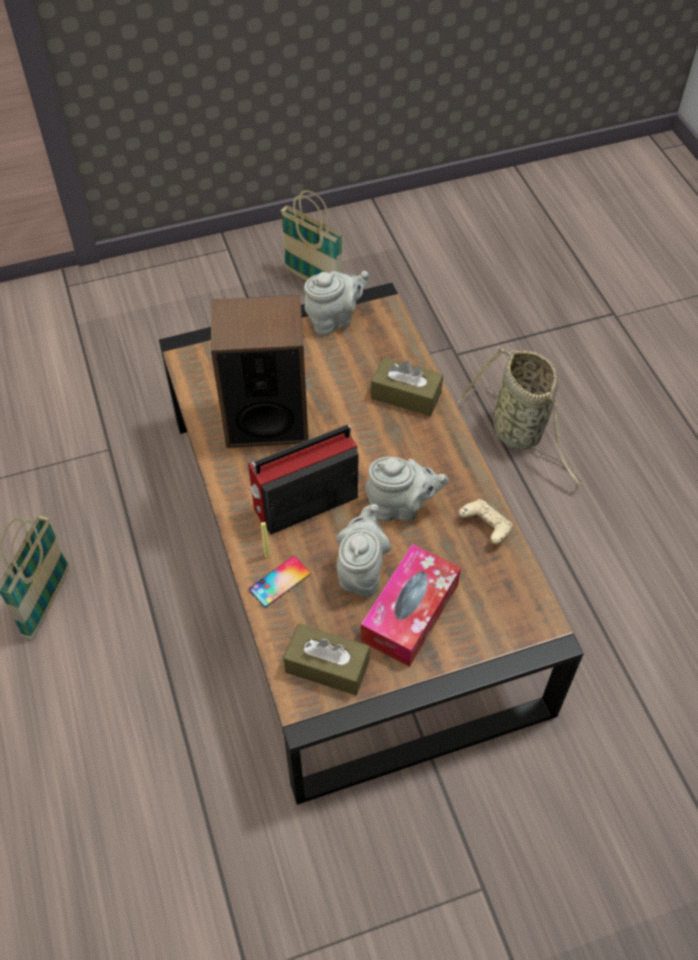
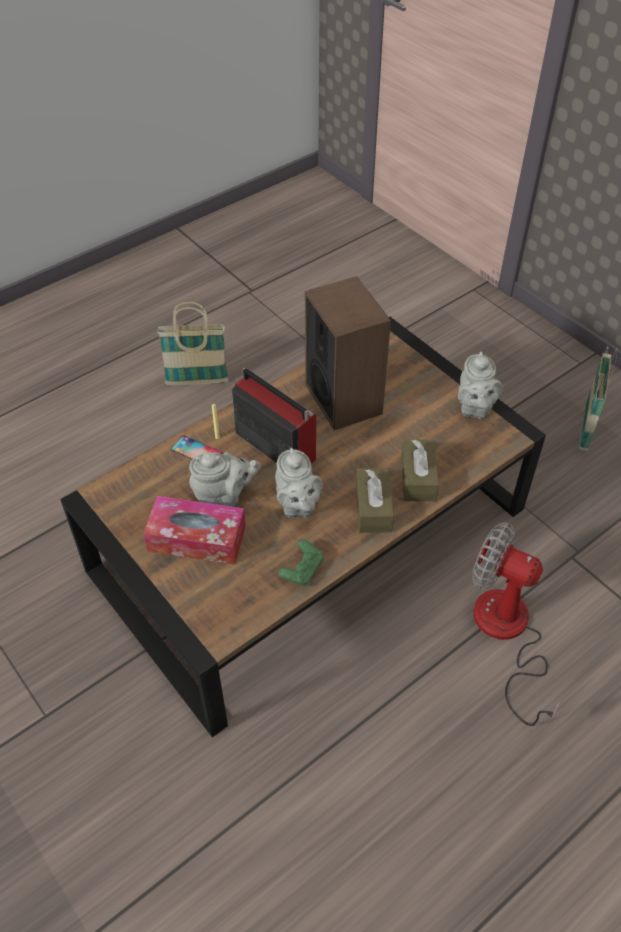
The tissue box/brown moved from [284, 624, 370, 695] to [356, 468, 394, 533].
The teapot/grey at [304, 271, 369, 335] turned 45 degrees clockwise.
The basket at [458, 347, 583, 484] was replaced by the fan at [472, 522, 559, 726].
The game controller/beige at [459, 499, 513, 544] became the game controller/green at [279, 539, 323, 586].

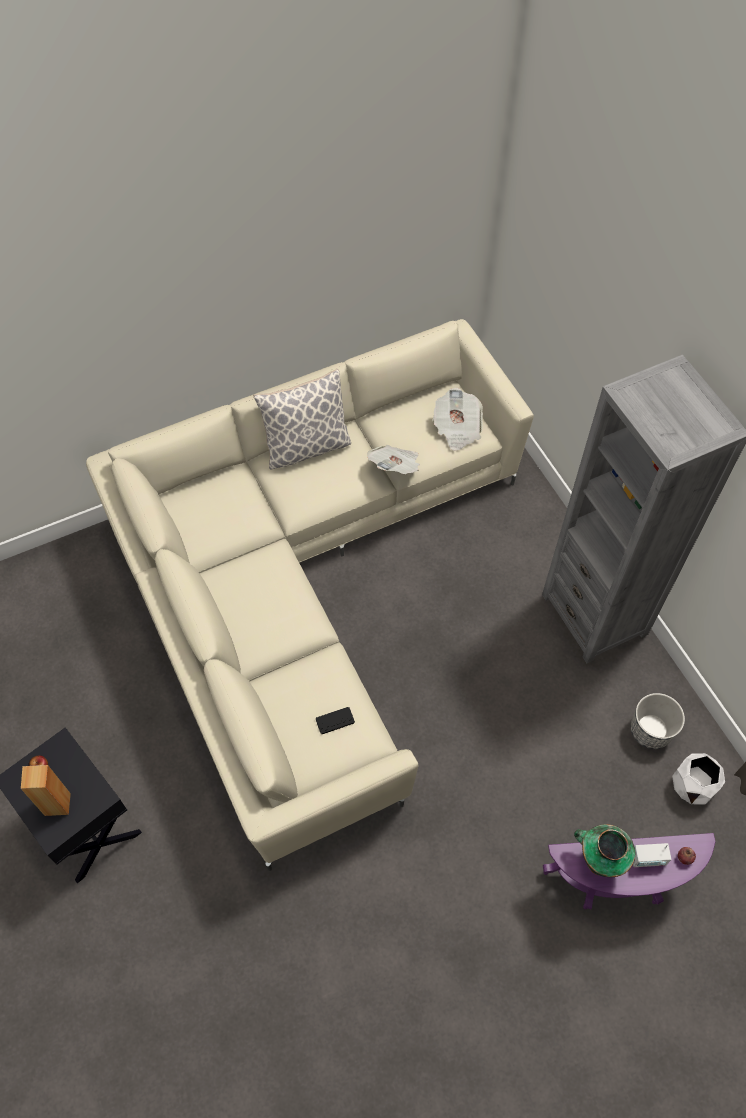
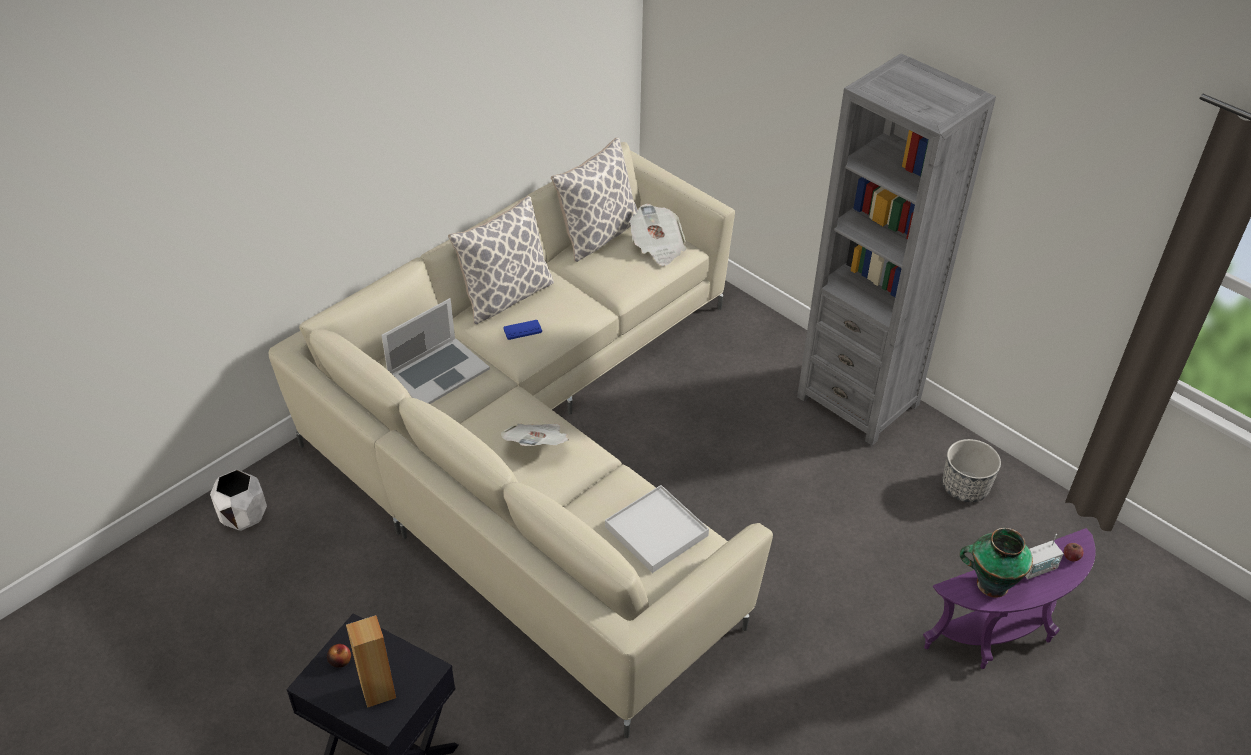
The game controller/black at [316, 707, 355, 734] was replaced by the tray/white at [605, 485, 709, 573].
The newspaper moved from [367, 445, 420, 474] to [501, 423, 569, 446].
The planter/white moved from [672, 753, 725, 805] to [210, 469, 267, 531].
The laptop at [381, 298, 490, 404] appeared.
The game controller/blue at [503, 320, 542, 340] appeared.
The pillow at [551, 138, 638, 262] appeared.

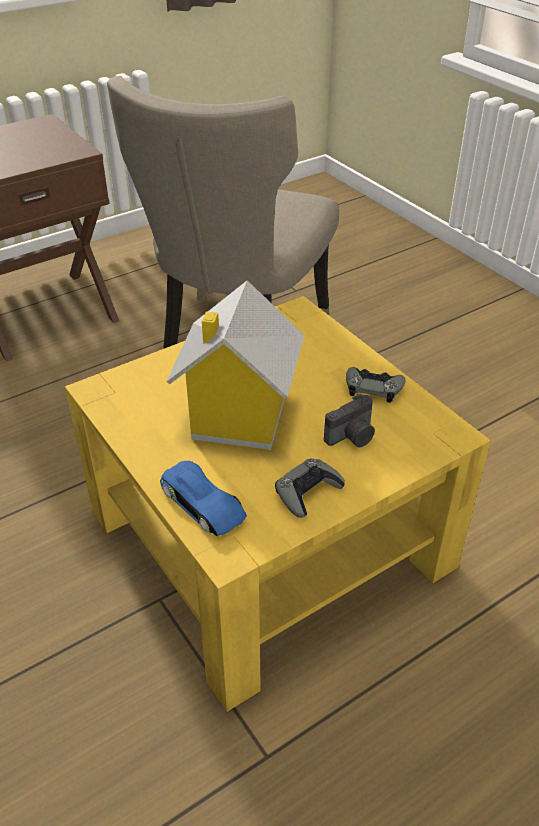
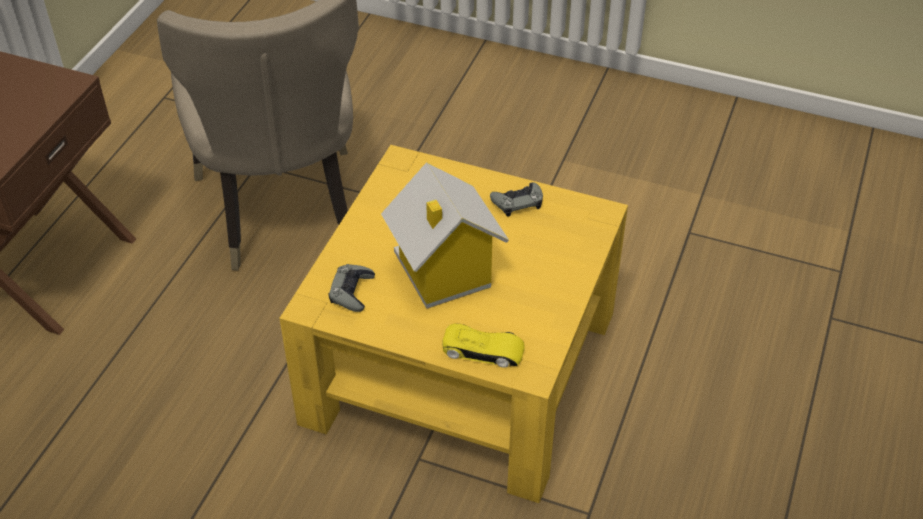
The toy car/blue at [160, 461, 247, 536] became the toy car/yellow at [442, 323, 525, 368].
The game controller/grey moved from [275, 458, 345, 518] to [328, 264, 375, 312].
The photo camera at [324, 394, 375, 447] disappeared.

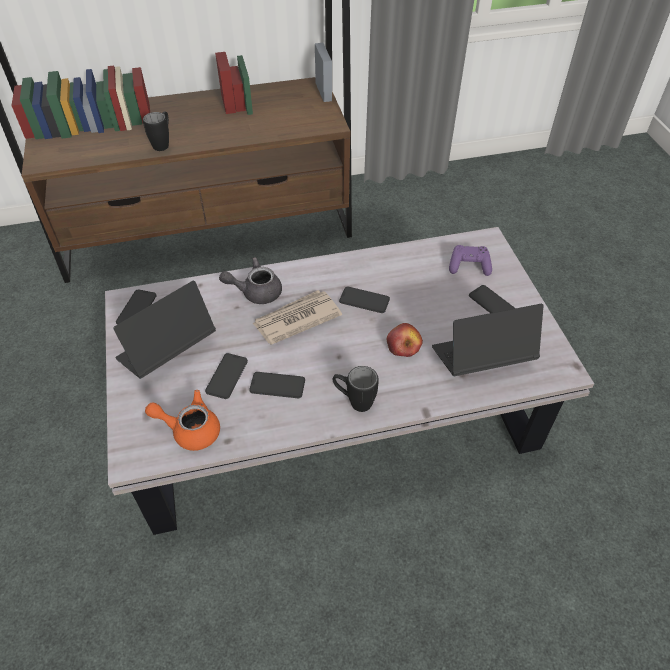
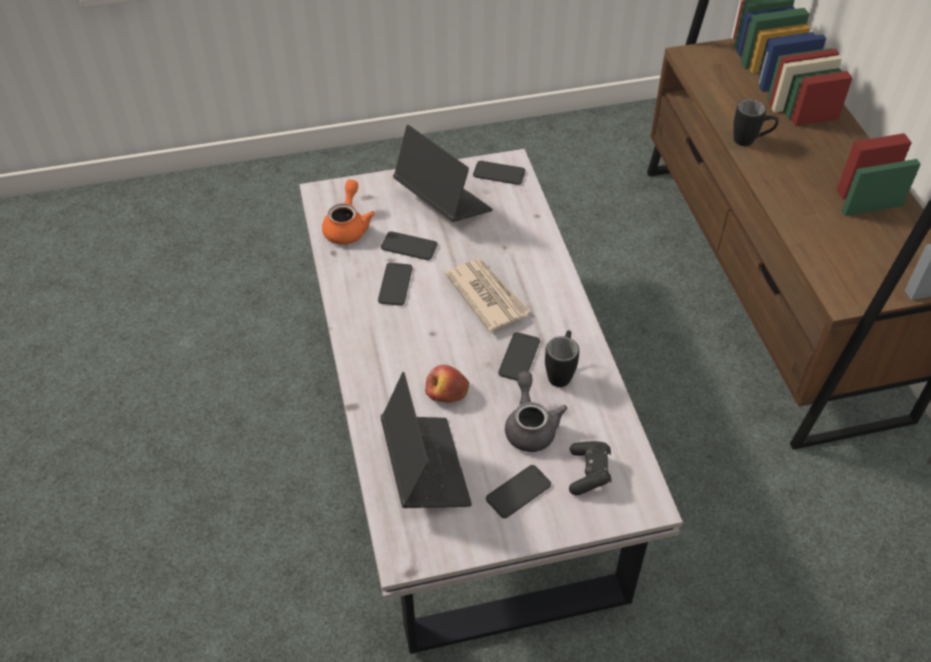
The teapot/grey moved from [219, 257, 282, 304] to [505, 371, 567, 452].
The mug/black moved from [333, 366, 379, 412] to [545, 330, 579, 387].
The game controller/purple at [449, 245, 492, 276] became the game controller/black at [569, 441, 611, 495].

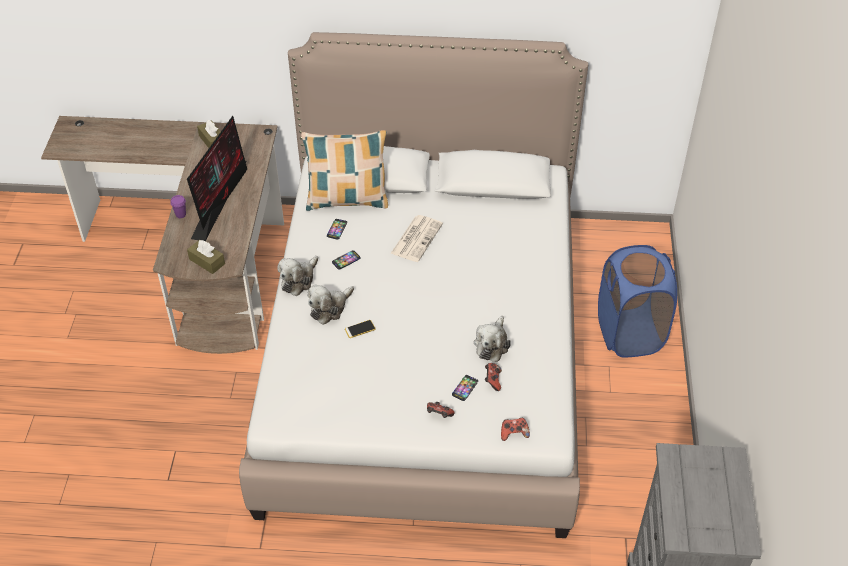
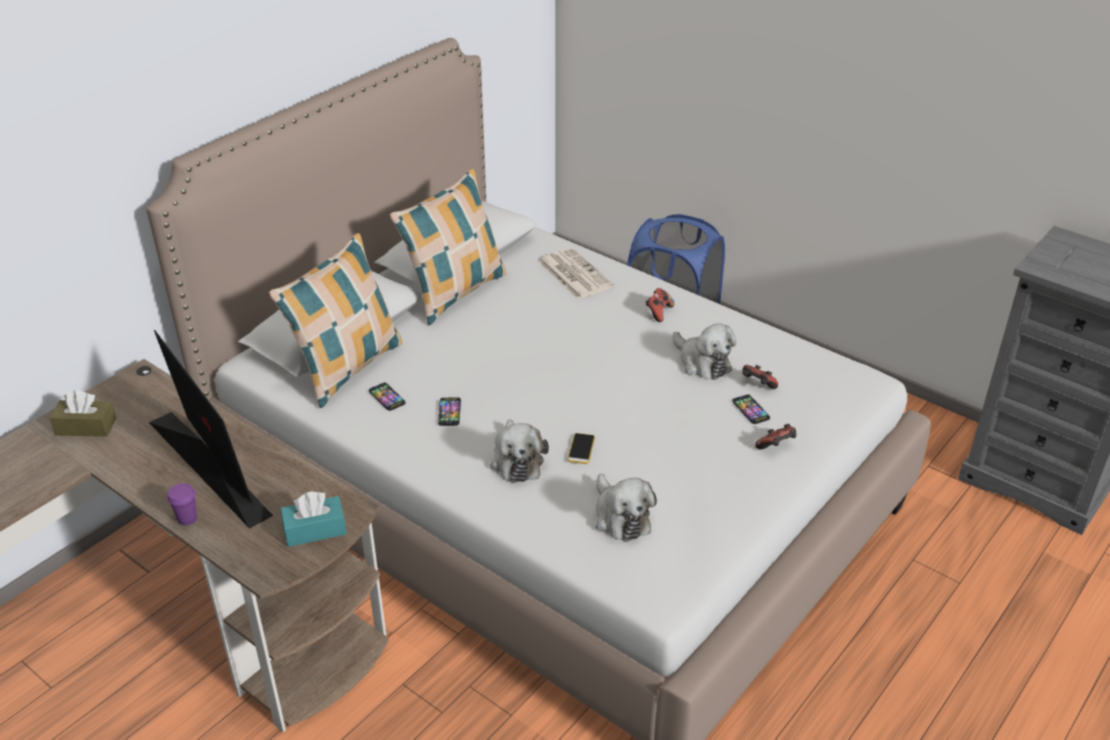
The tissue box/brown at [187, 240, 225, 274] became the tissue box/turquoise at [281, 491, 346, 547].
The plush toy moved from [277, 256, 318, 296] to [596, 474, 657, 542].
The newspaper moved from [390, 215, 443, 262] to [538, 248, 613, 300].
The game controller moved from [501, 418, 530, 441] to [646, 288, 675, 322].
The pillow at [390, 169, 506, 325] appeared.

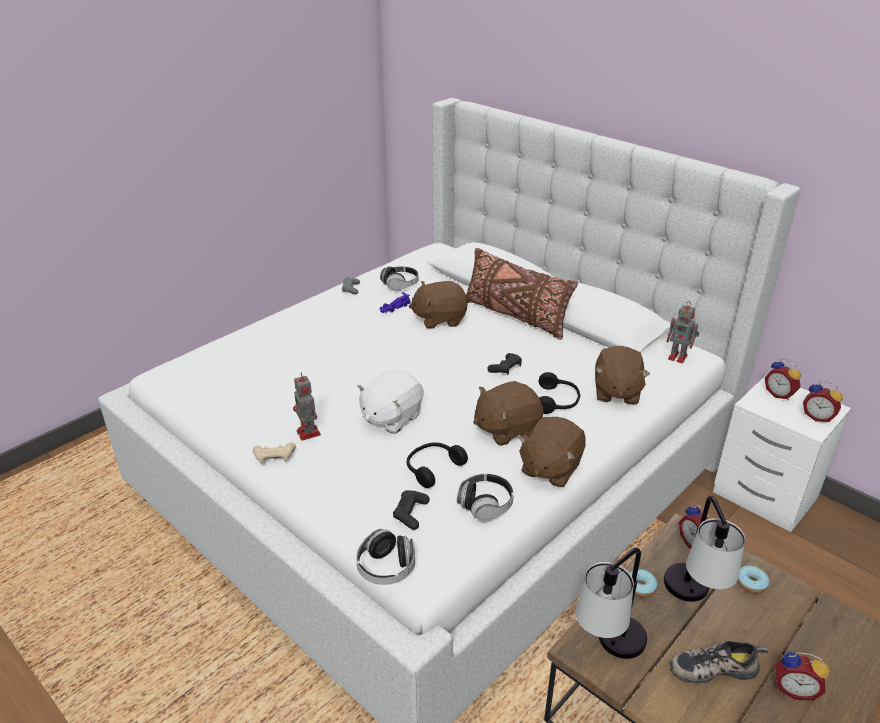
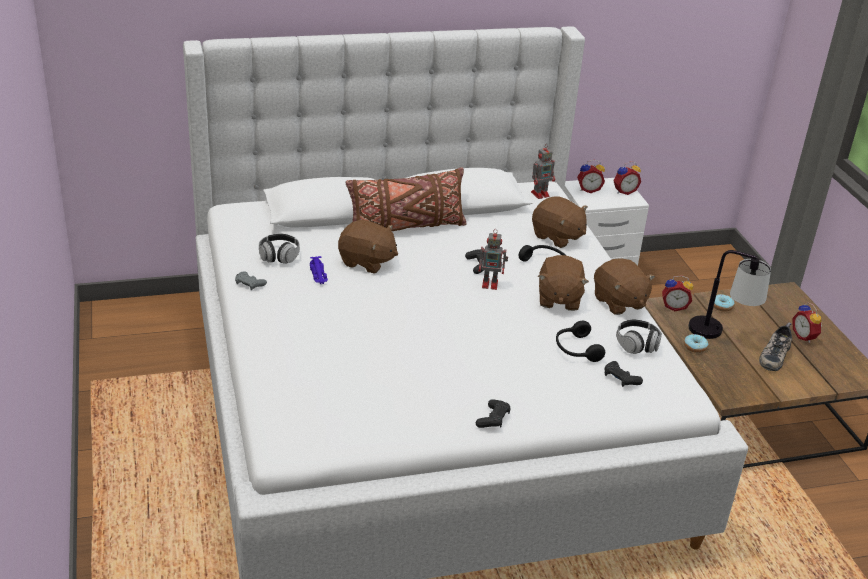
The game controller/beige at [253, 442, 296, 464] became the game controller/black at [476, 399, 511, 428].
The toy robot moved from [293, 372, 321, 441] to [479, 229, 508, 290].
The headphones at [356, 529, 415, 585] disappeared.
The plush toy/white at [357, 370, 424, 434] disappeared.
The plush toy/brown at [409, 281, 468, 329] turned 90 degrees counterclockwise.
The table lamp at [575, 548, 647, 659] disappeared.
The alarm clock at [776, 652, 830, 701] turned 105 degrees clockwise.

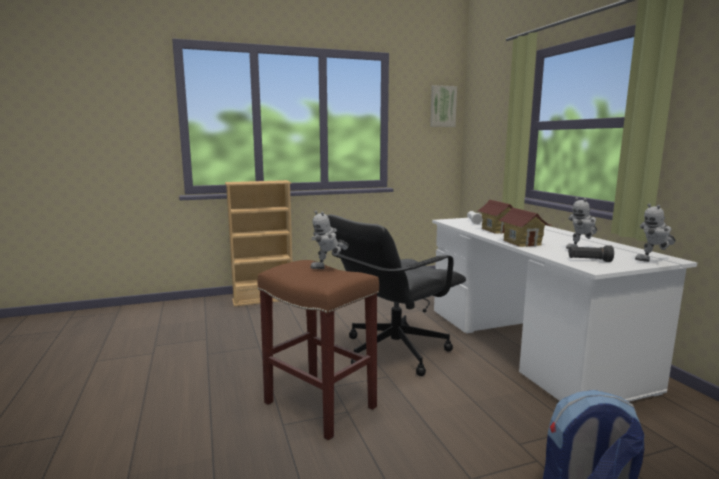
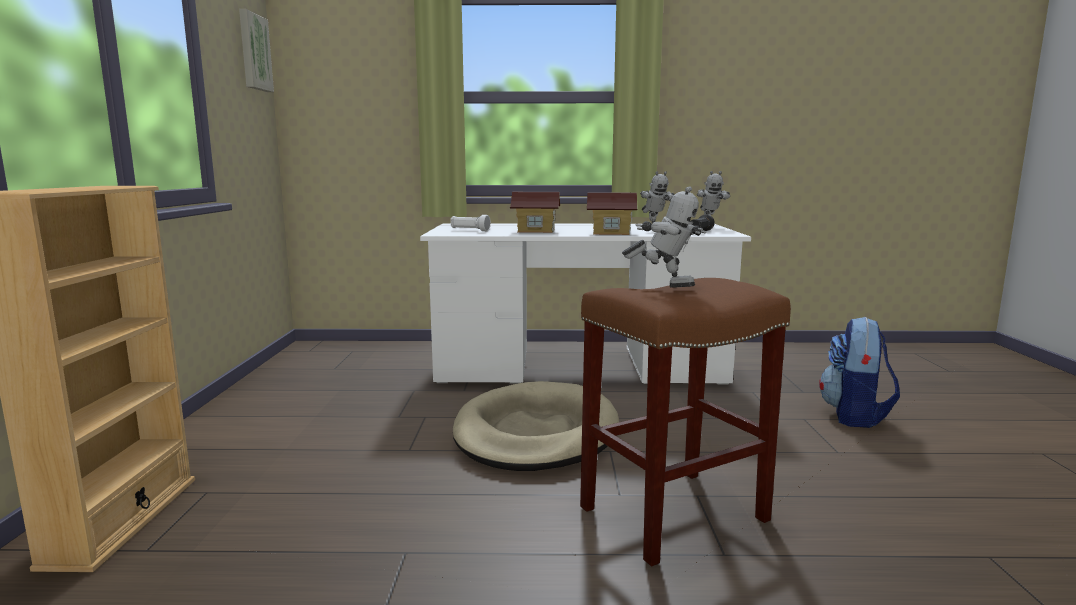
The toy robot at [310, 211, 349, 269] turned 45 degrees counterclockwise.
The office chair/black at [327, 215, 466, 376] was replaced by the dog bed/beige at [453, 381, 619, 471].

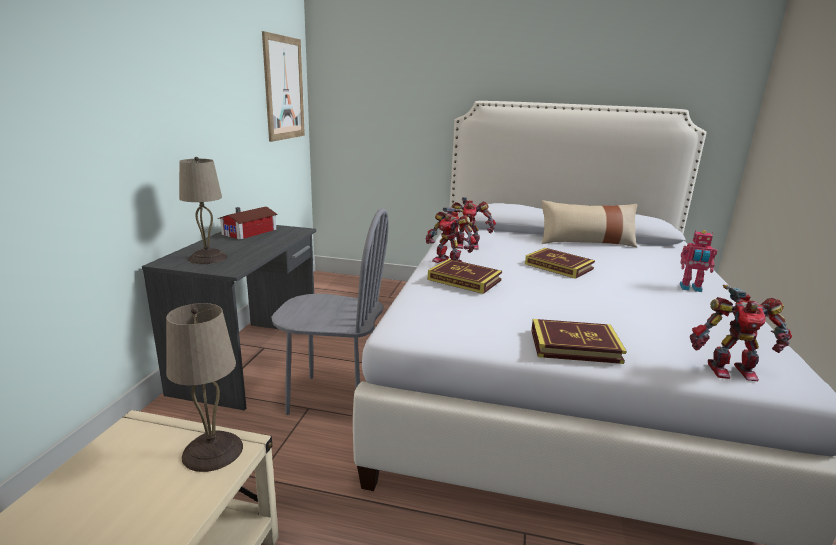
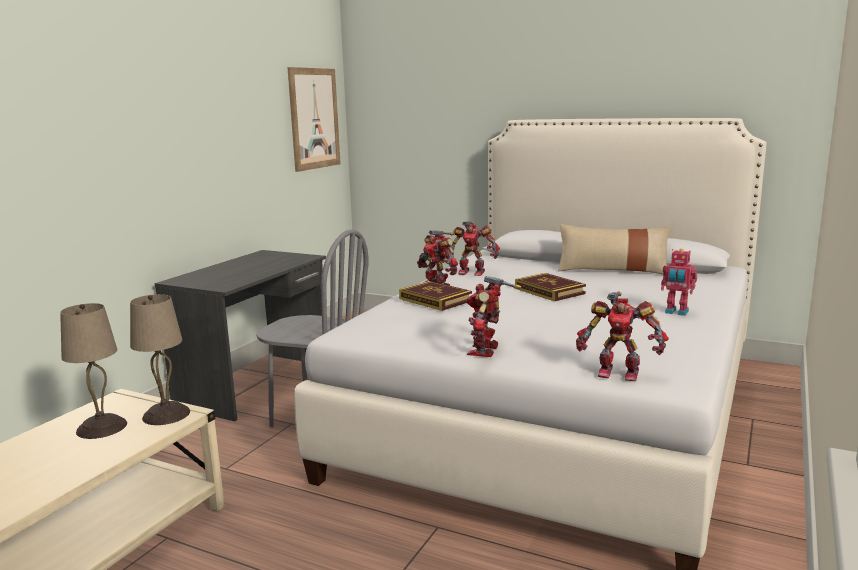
The table lamp/beige moved from [179, 157, 227, 264] to [60, 303, 127, 439].
The toy house at [218, 206, 278, 240] disappeared.
The book at [531, 319, 627, 364] was replaced by the toy robot at [467, 276, 522, 357].

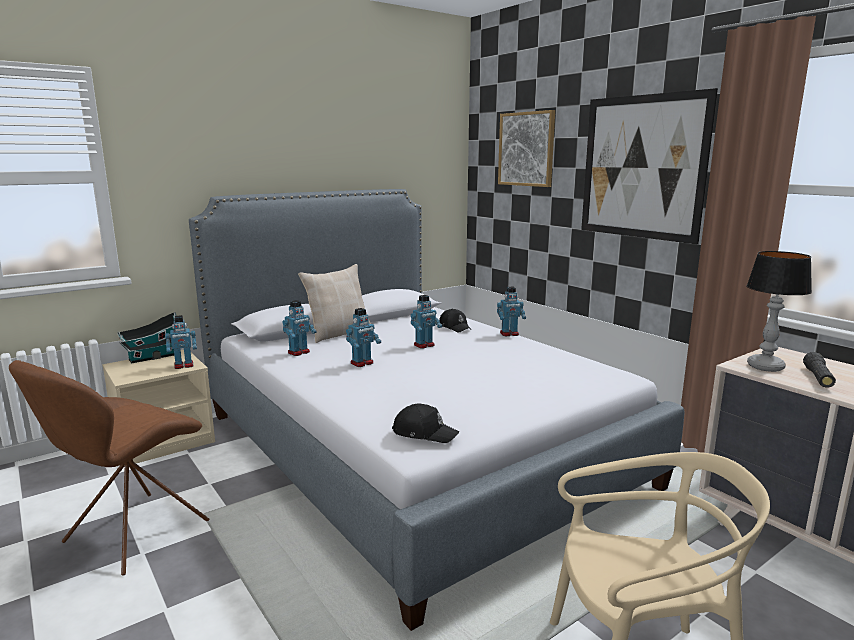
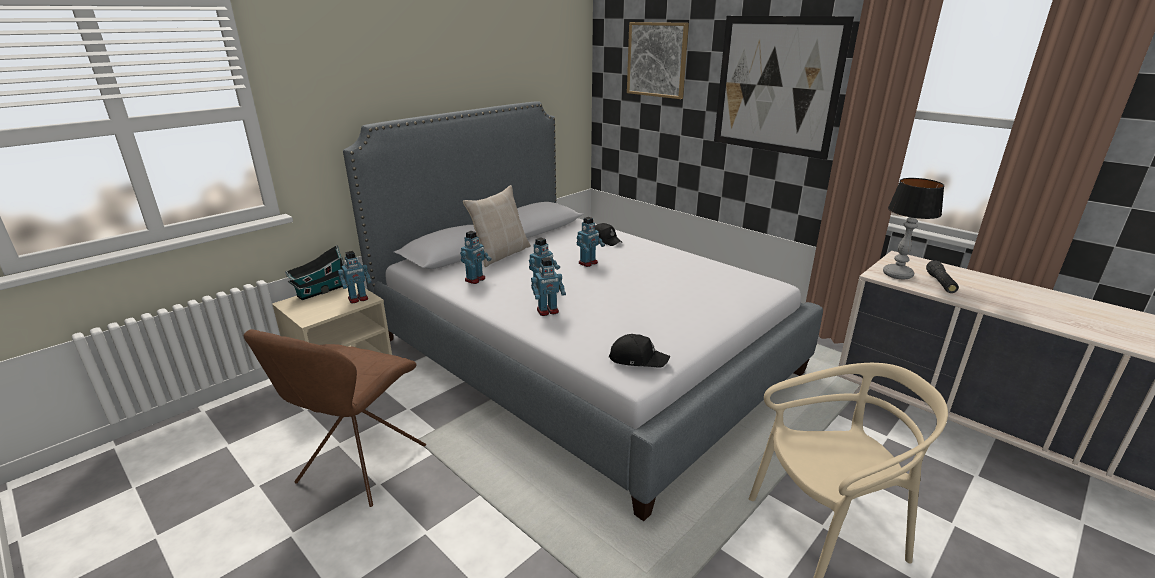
The toy robot moved from [497, 287, 526, 336] to [531, 257, 566, 316].

